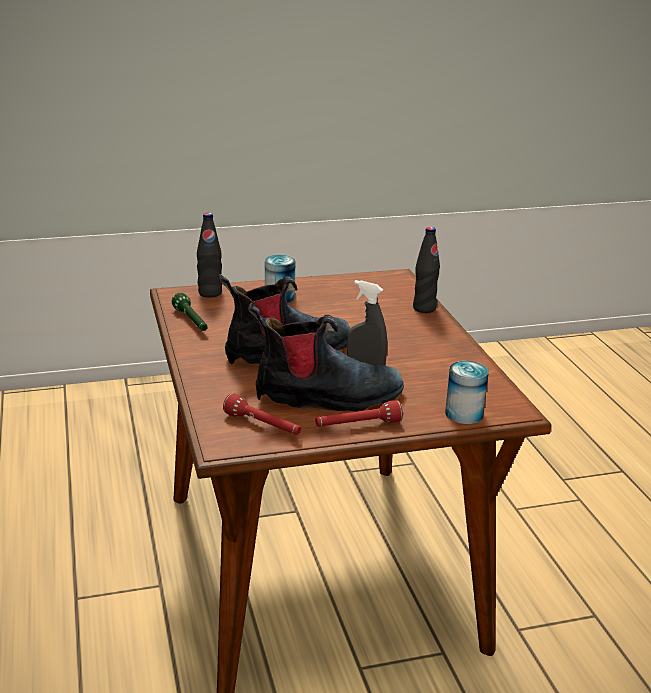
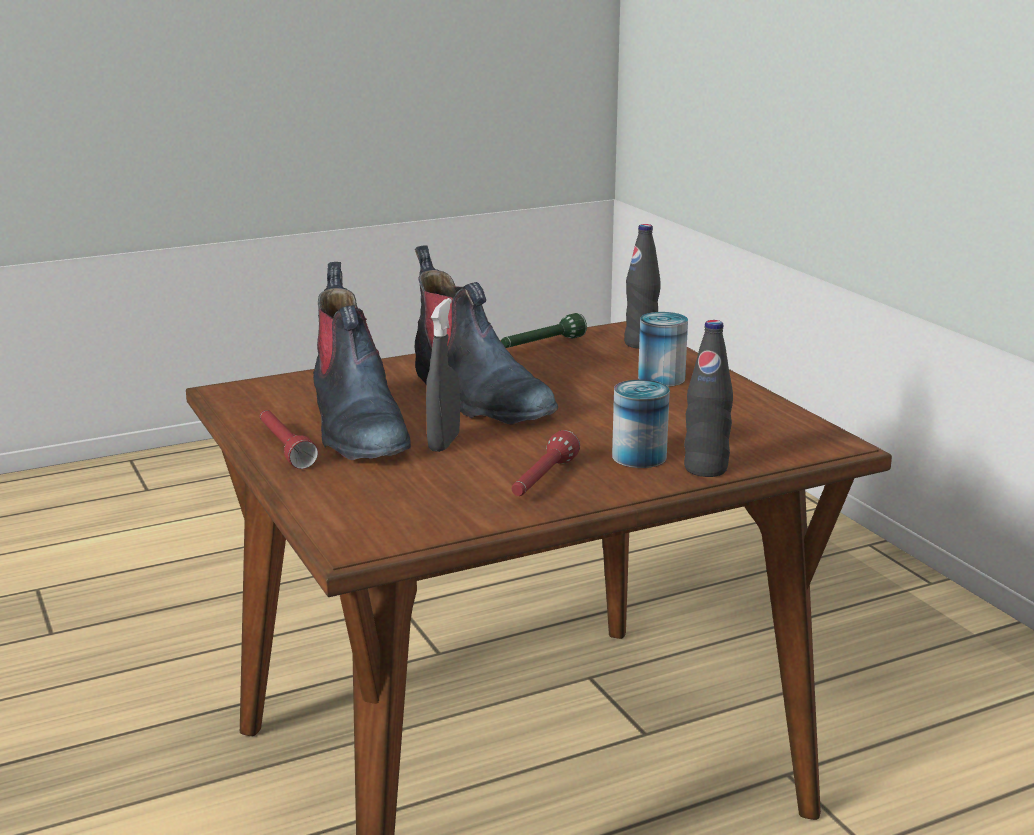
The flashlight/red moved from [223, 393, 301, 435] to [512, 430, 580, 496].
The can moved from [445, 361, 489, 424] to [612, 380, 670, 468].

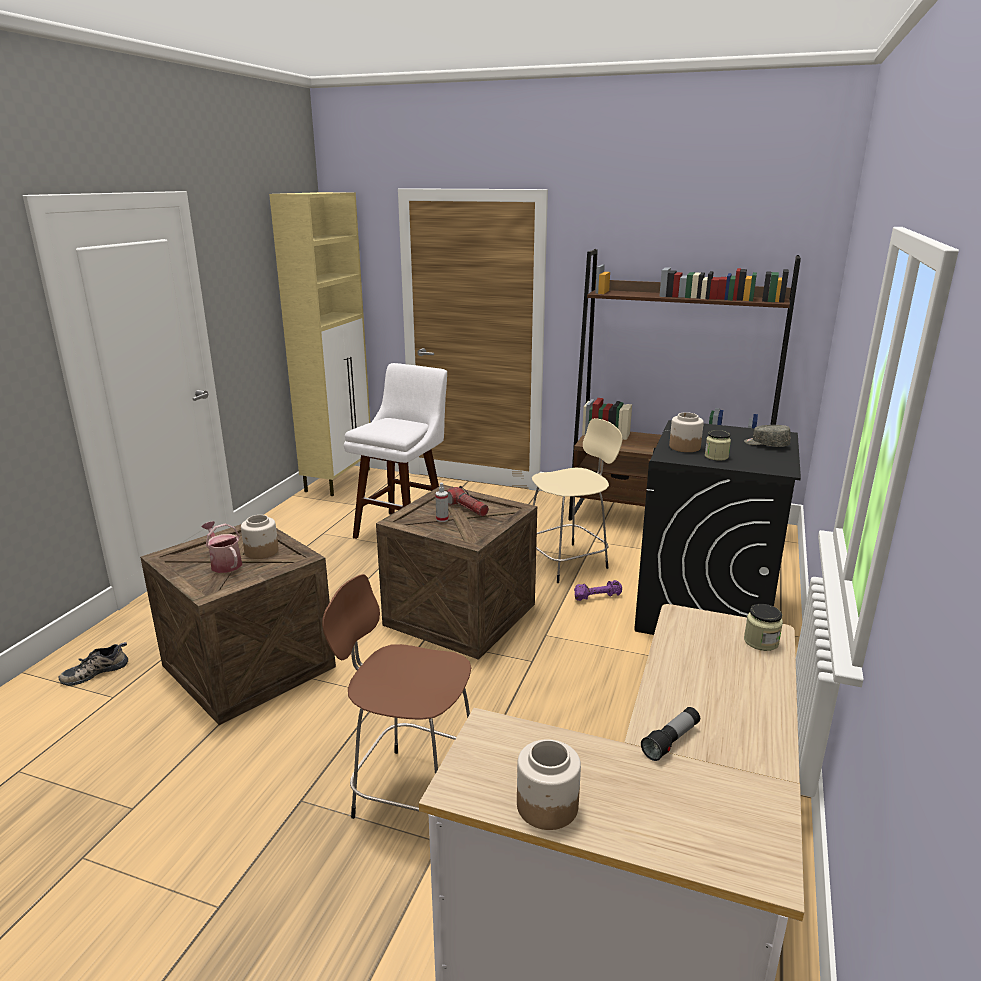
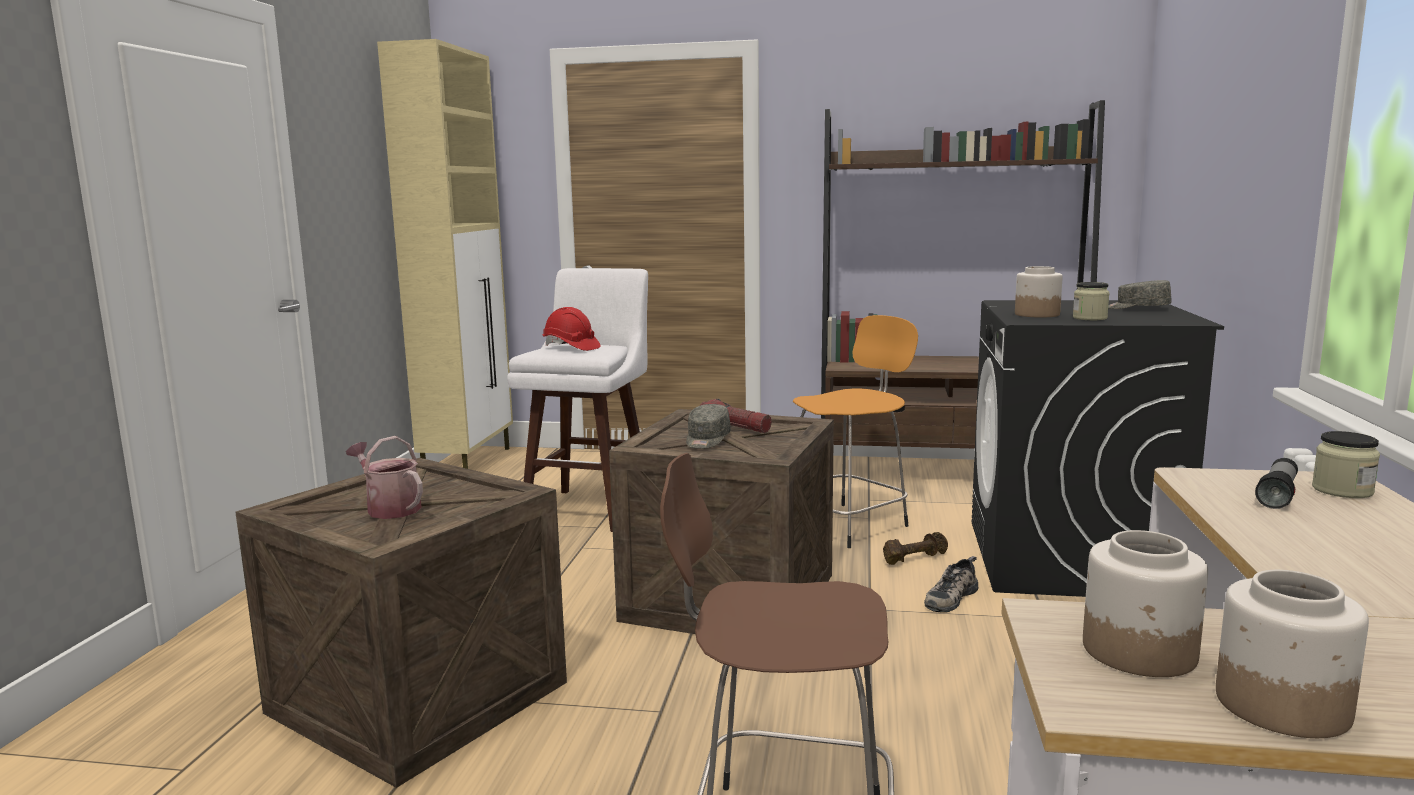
The shoe moved from [58, 642, 128, 686] to [924, 556, 978, 613].
The jar moved from [241, 515, 279, 559] to [1083, 530, 1208, 677].
The spray bottle at [435, 483, 449, 522] was replaced by the cap/grey at [686, 404, 731, 449].
The stool/beige at [532, 418, 622, 583] became the stool/orange at [793, 315, 918, 548].
The dumbbell/purple at [574, 580, 622, 601] became the dumbbell/brown at [883, 532, 948, 565].
The flashlight moved from [641, 707, 700, 761] to [1255, 458, 1298, 509].
The hard hat/red at [543, 307, 601, 351] appeared.

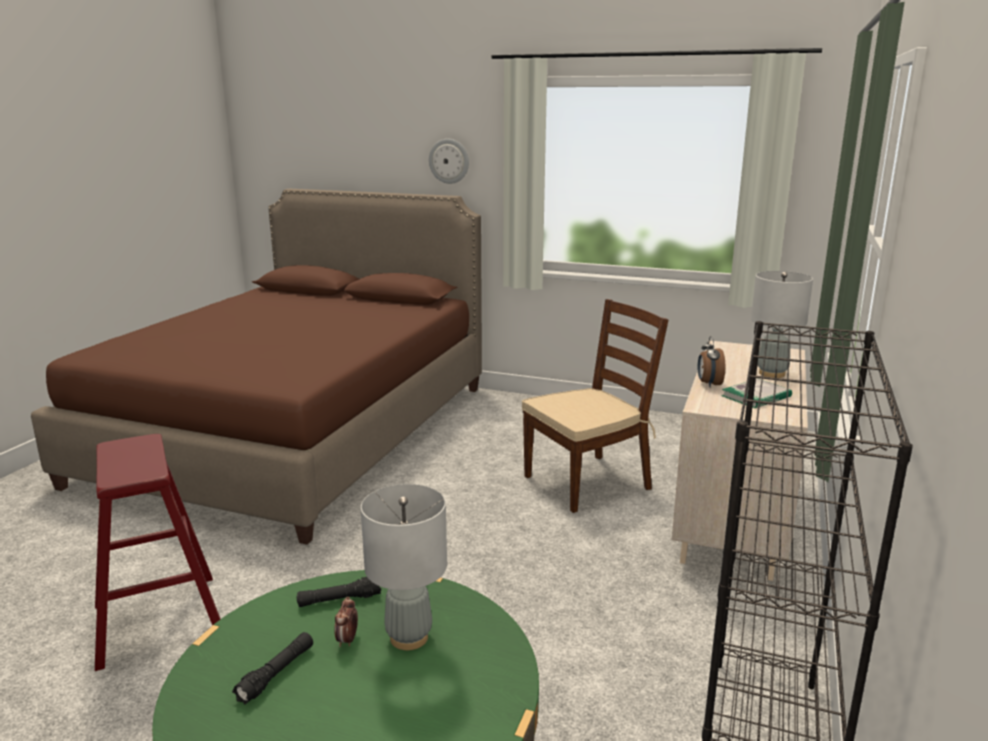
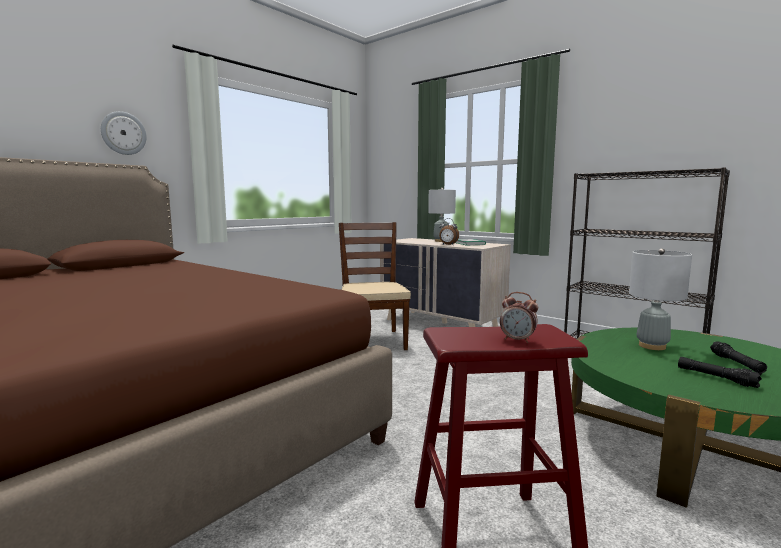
The flashlight/black moved from [297, 577, 381, 607] to [710, 342, 767, 373].
The alarm clock moved from [334, 597, 358, 647] to [500, 292, 538, 343].

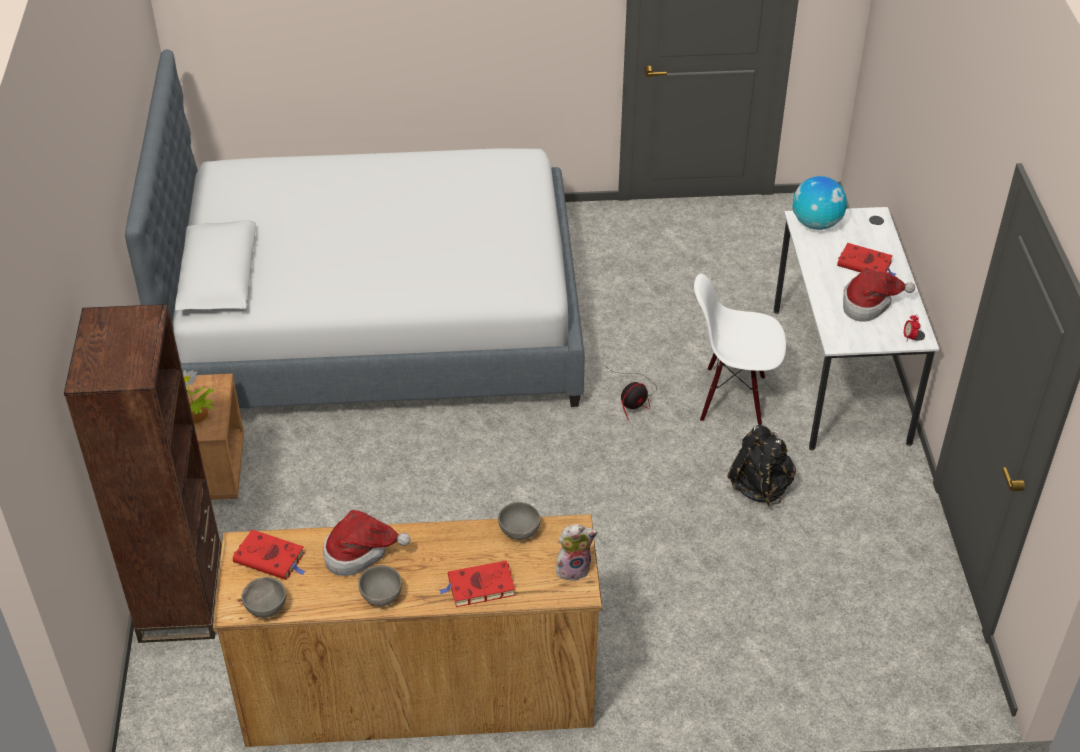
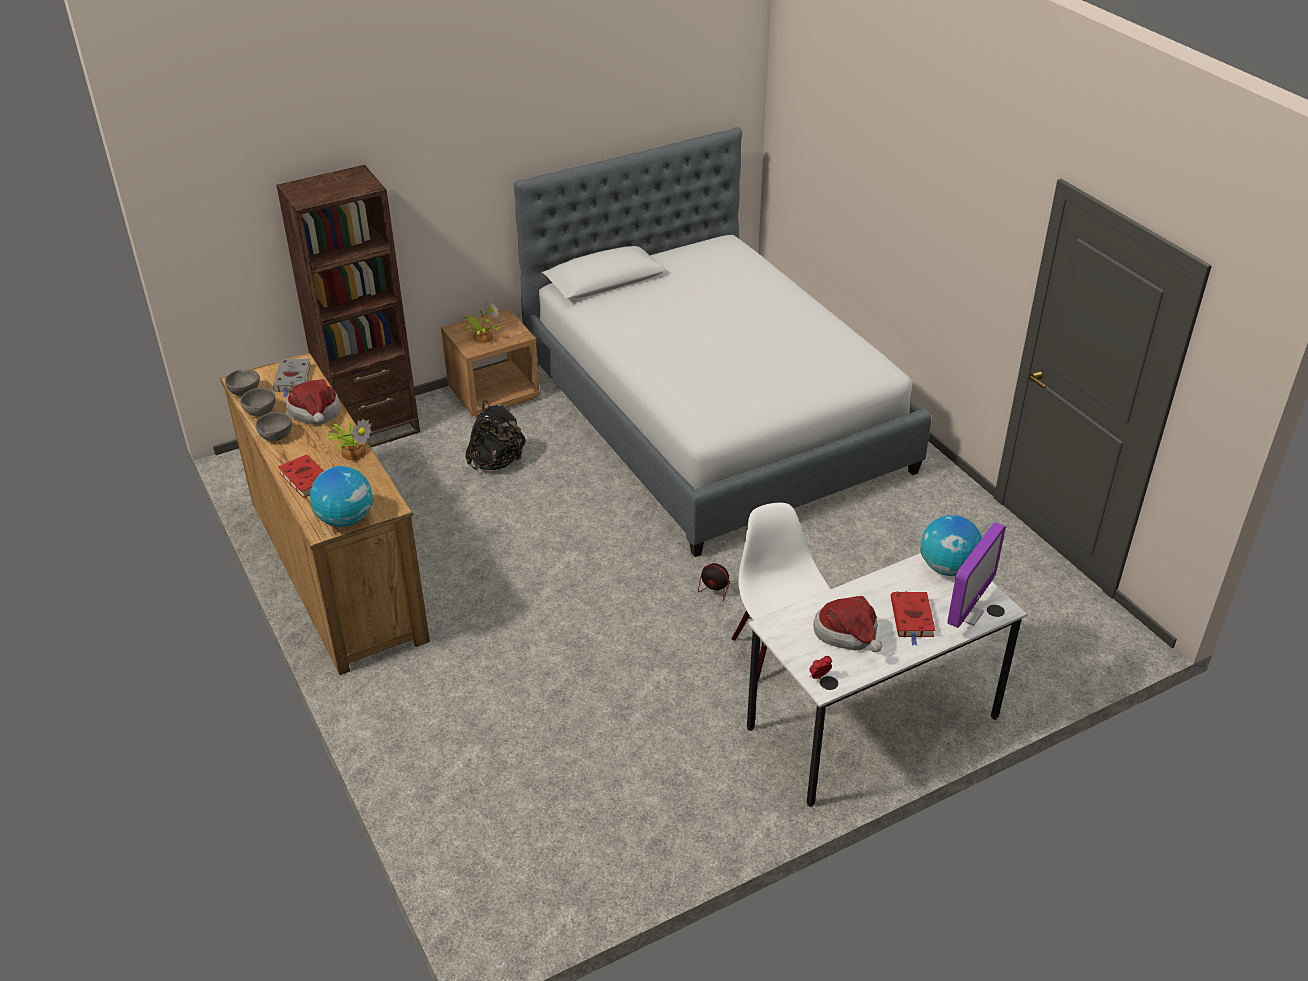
The book/red at [233, 530, 306, 580] became the book/grey at [273, 359, 311, 397].
The bowl/grey moved from [498, 502, 541, 540] to [240, 388, 276, 417].
The plush toy at [556, 524, 598, 581] was replaced by the globe at [310, 466, 373, 527].
The backpack/black moved from [727, 425, 796, 506] to [465, 400, 526, 470].
The potted plant at [326, 419, 372, 460] appeared.
The monitor at [947, 522, 1006, 628] appeared.

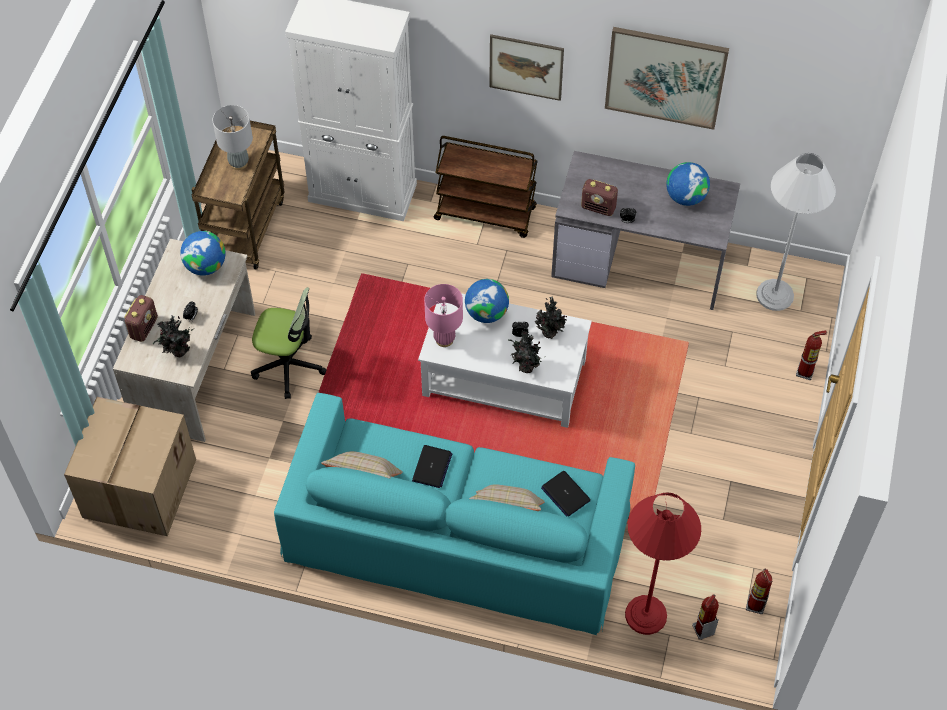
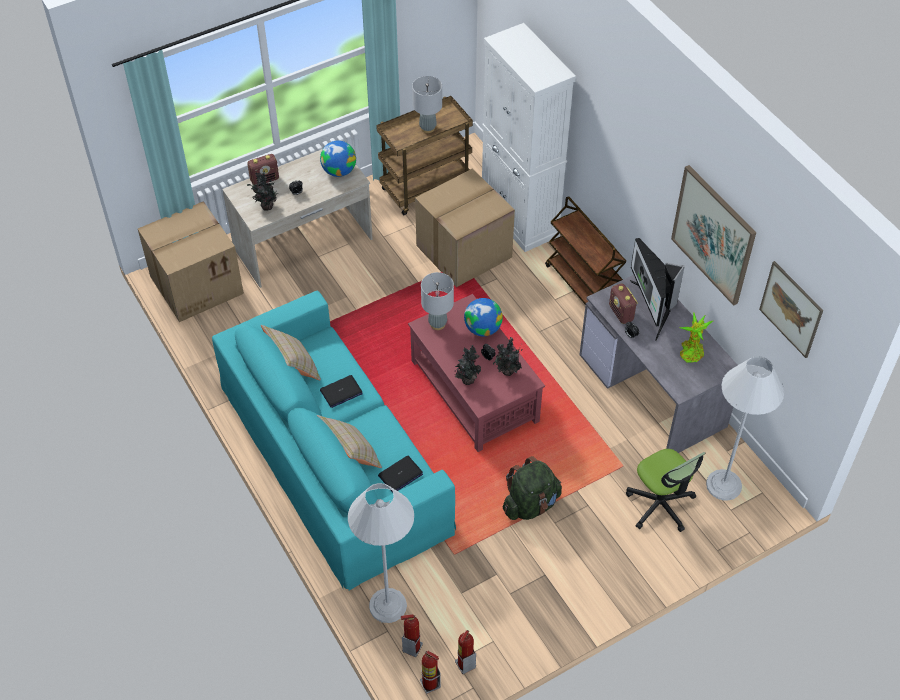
The office chair moved from [251, 287, 327, 399] to [626, 449, 705, 532].
The coffee table/white at [418, 293, 592, 428] became the coffee table/red at [408, 294, 545, 452].
The table lamp/pink at [424, 284, 463, 347] became the table lamp/grey at [421, 272, 454, 330].
The picture moved from [489, 34, 564, 101] to [759, 261, 823, 358].
The laptop at [541, 471, 591, 517] turned 135 degrees counterclockwise.
The floor lamp/red at [625, 492, 701, 635] became the floor lamp/white at [348, 483, 414, 623].
The globe at [666, 162, 710, 206] was replaced by the potted plant at [680, 312, 713, 363].
The fire extinguisher moved from [796, 330, 827, 380] to [420, 651, 441, 694].
The cardboard box at [415, 168, 515, 287] appeared.
The backpack/green at [503, 456, 562, 520] appeared.
The monitor at [630, 238, 685, 341] appeared.

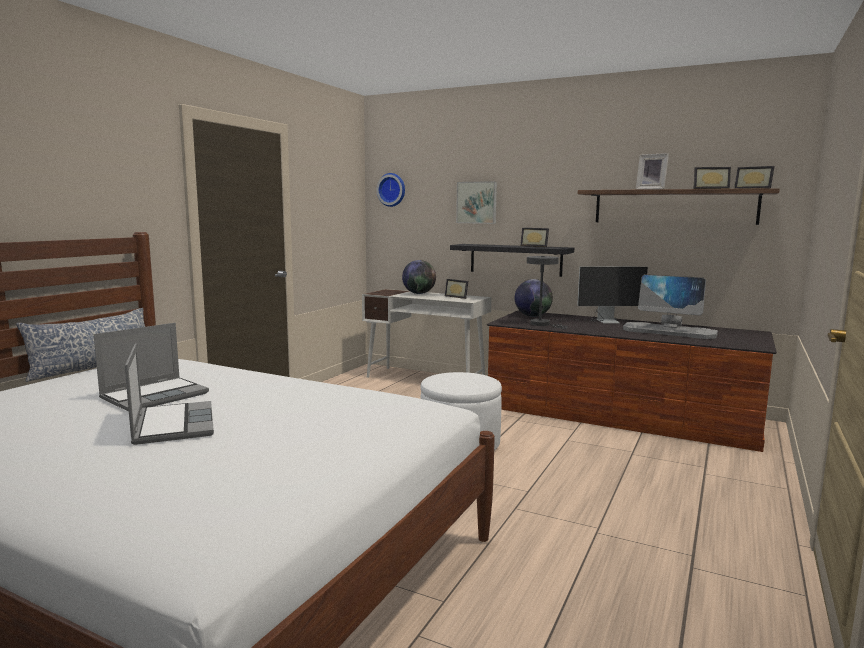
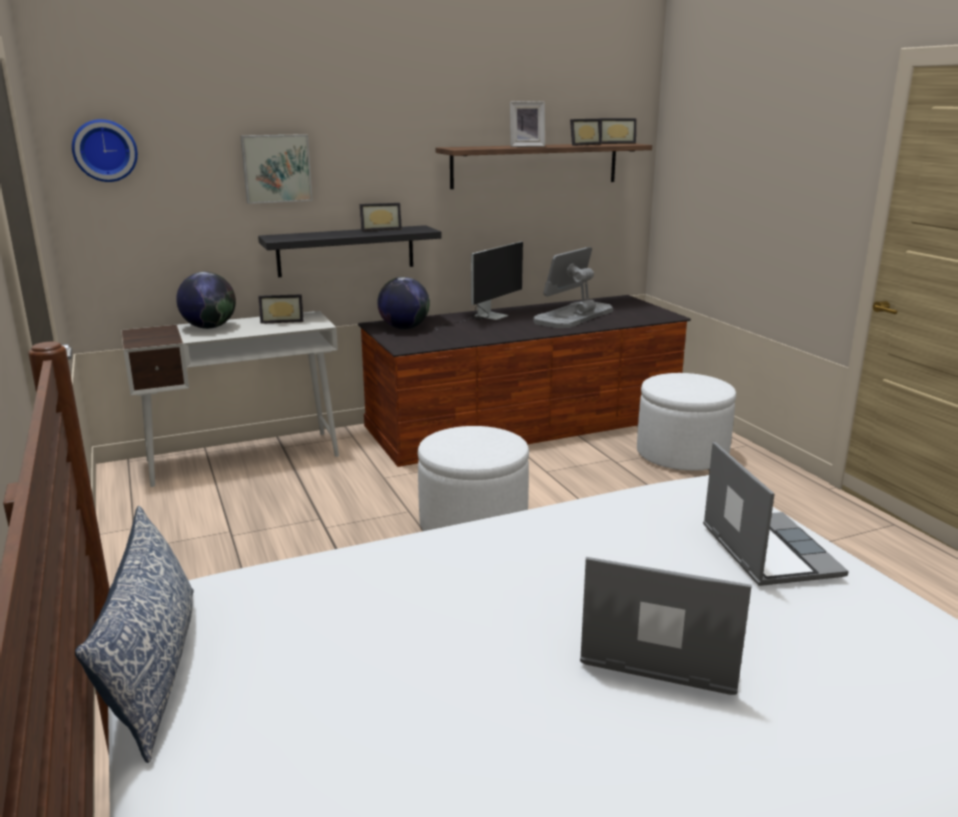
The laptop moved from [94, 323, 209, 412] to [703, 441, 849, 586].
The table lamp/grey at [527, 256, 568, 329] disappeared.
The monitor at [623, 274, 718, 339] turned 150 degrees clockwise.
The ottoman/white at [637, 373, 736, 471] appeared.

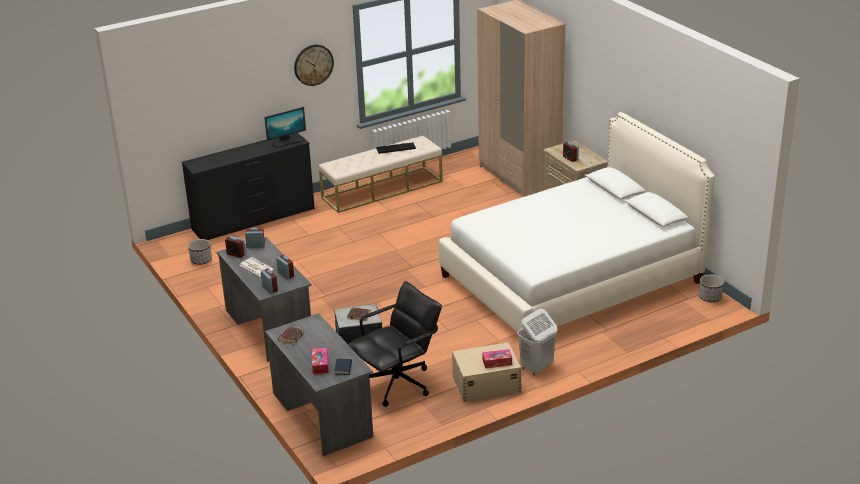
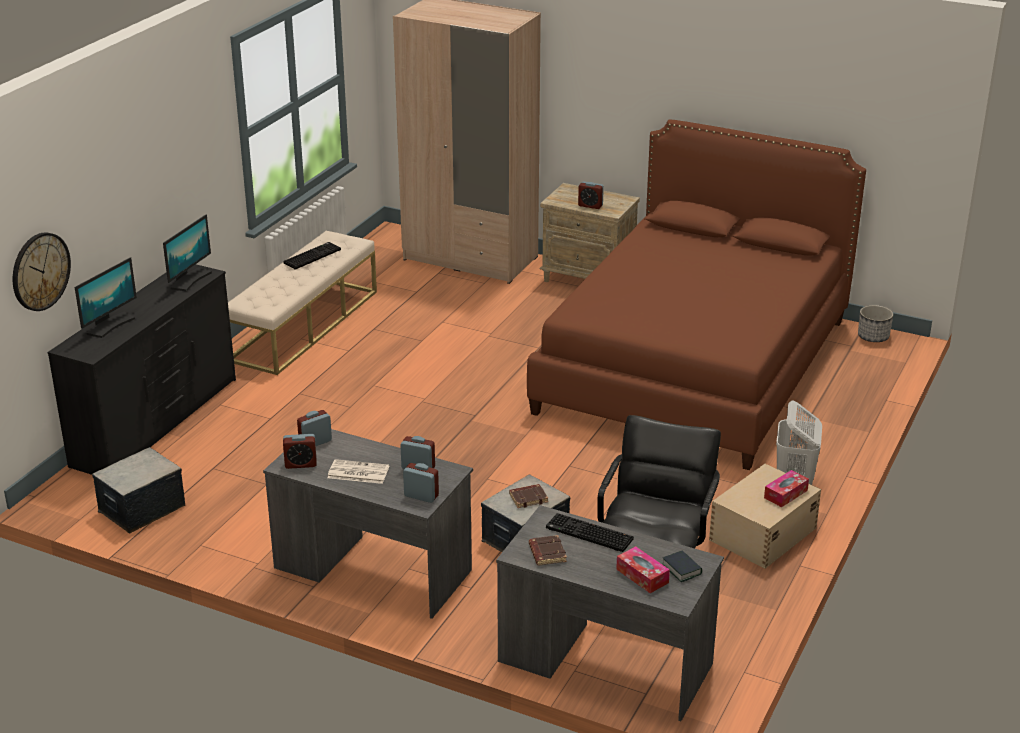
The planter at [188, 239, 212, 265] was replaced by the storage box at [92, 447, 185, 533].
The wall clock moved from [294, 45, 334, 86] to [13, 232, 71, 311].
The bed/white at [439, 112, 715, 340] became the bed/brown at [527, 119, 866, 470].
The monitor at [75, 257, 137, 338] appeared.
The keyboard at [546, 513, 634, 552] appeared.

